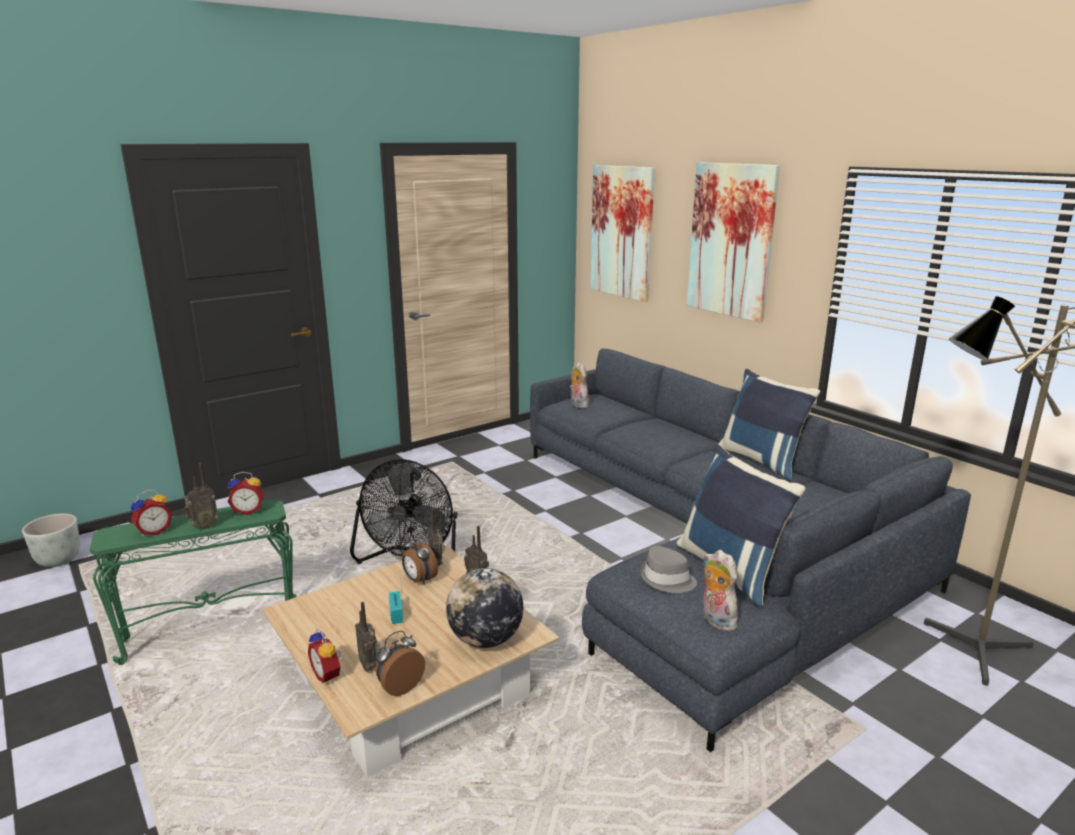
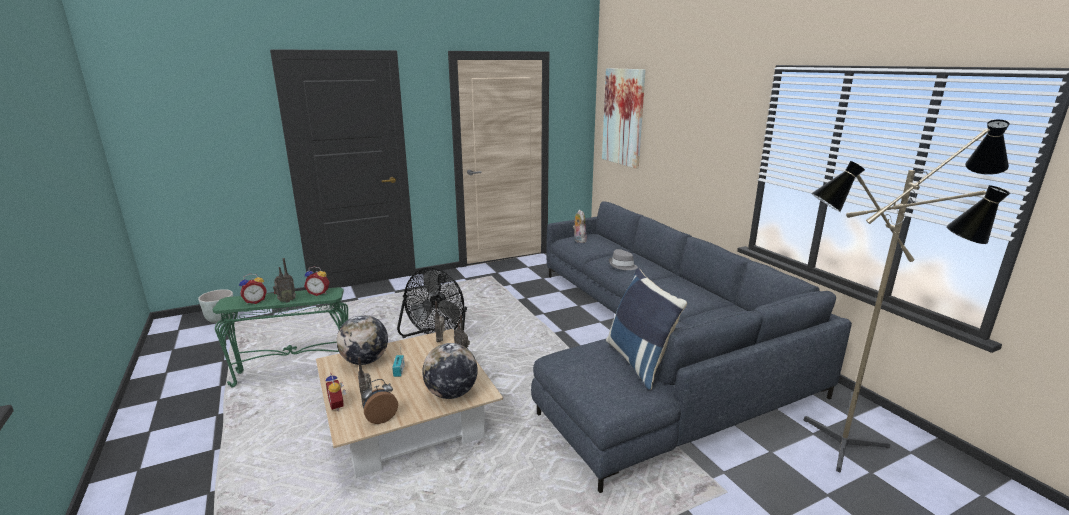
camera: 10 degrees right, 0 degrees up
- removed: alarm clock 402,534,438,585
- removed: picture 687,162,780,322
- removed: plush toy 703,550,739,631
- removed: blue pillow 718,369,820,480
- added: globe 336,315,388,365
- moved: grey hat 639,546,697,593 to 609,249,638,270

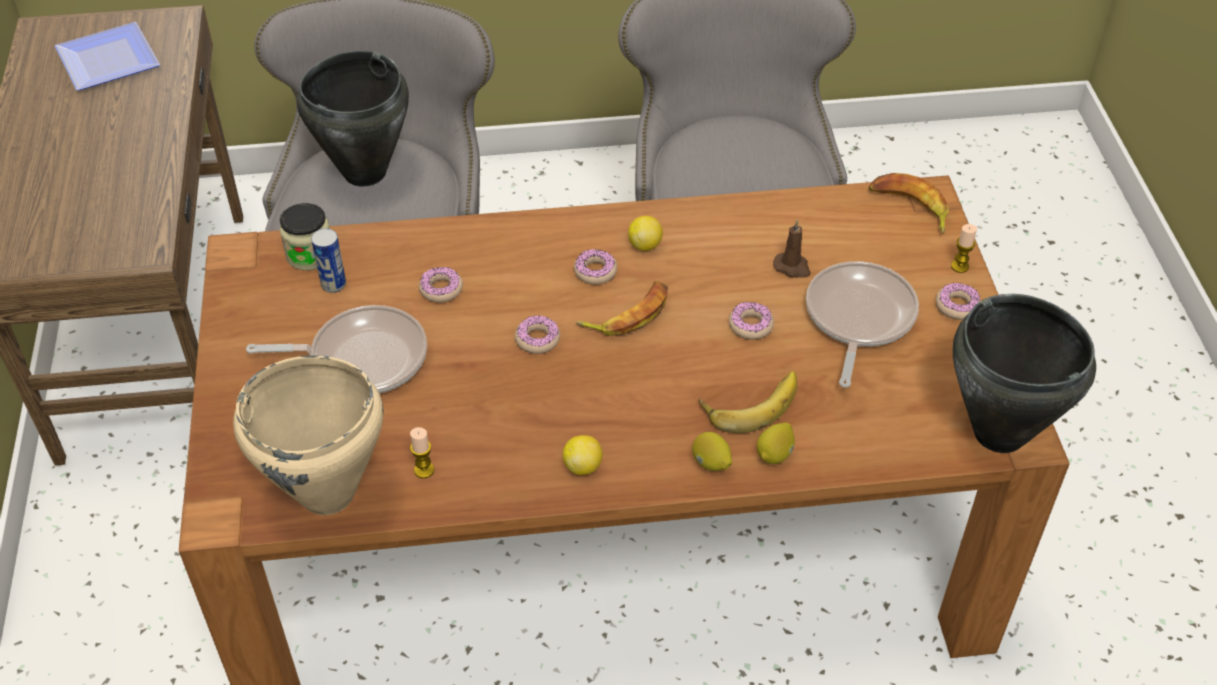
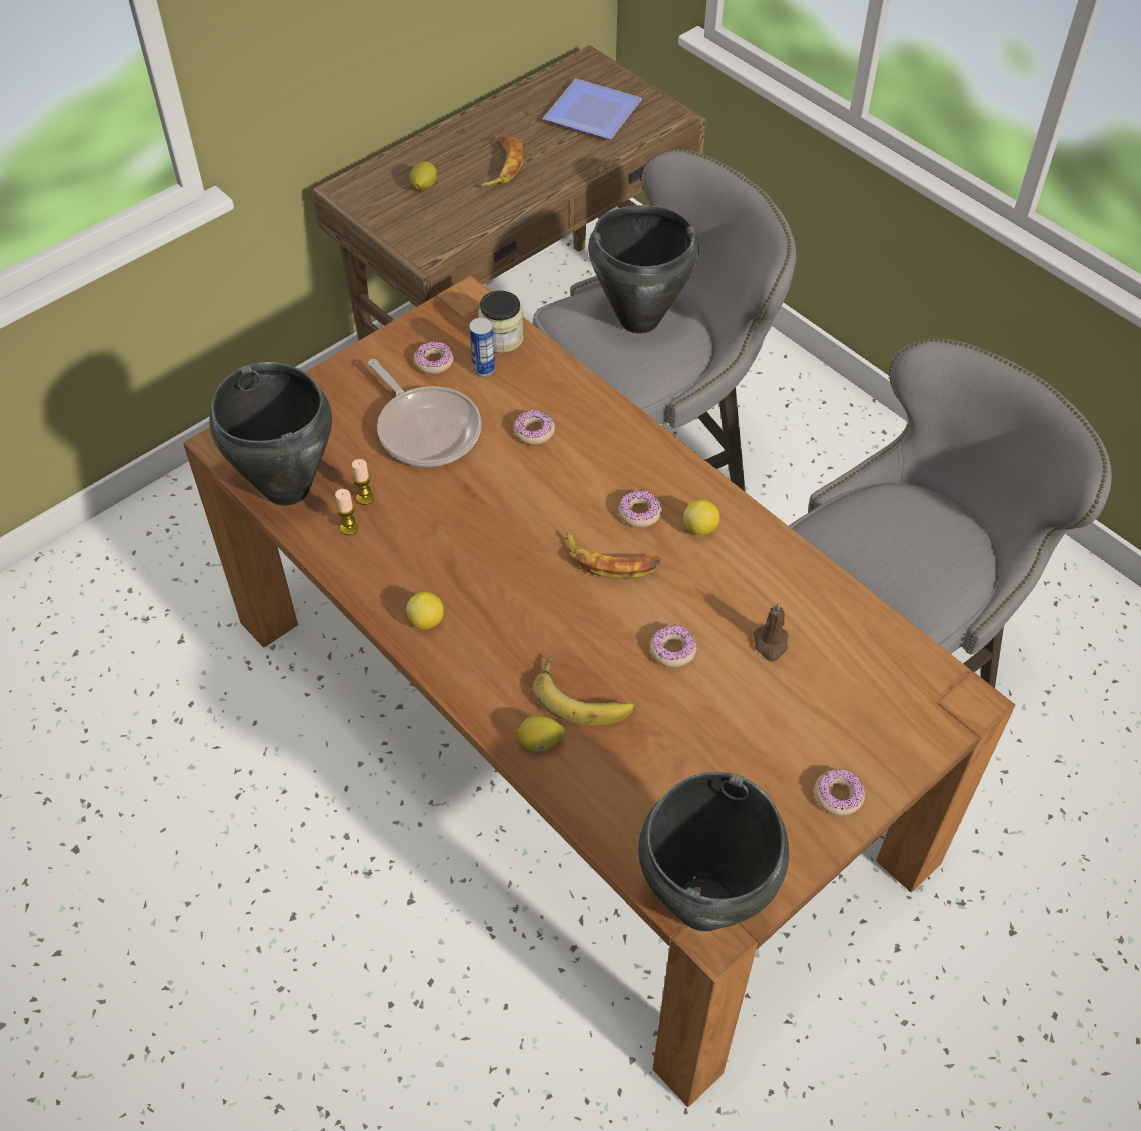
camera: 55 degrees right, 5 degrees up
- removed: frying pan 806,261,919,388
- moved: donut 515,316,560,354 to 414,342,453,374
- moved: lemon 692,432,732,471 to 410,161,437,190
- moved: banana 869,173,949,234 to 481,135,523,187
- moved: candle 951,224,977,273 to 352,459,374,505
- recoloured: beige cooking pot 233,355,383,515 to black cooking pot 209,362,332,505

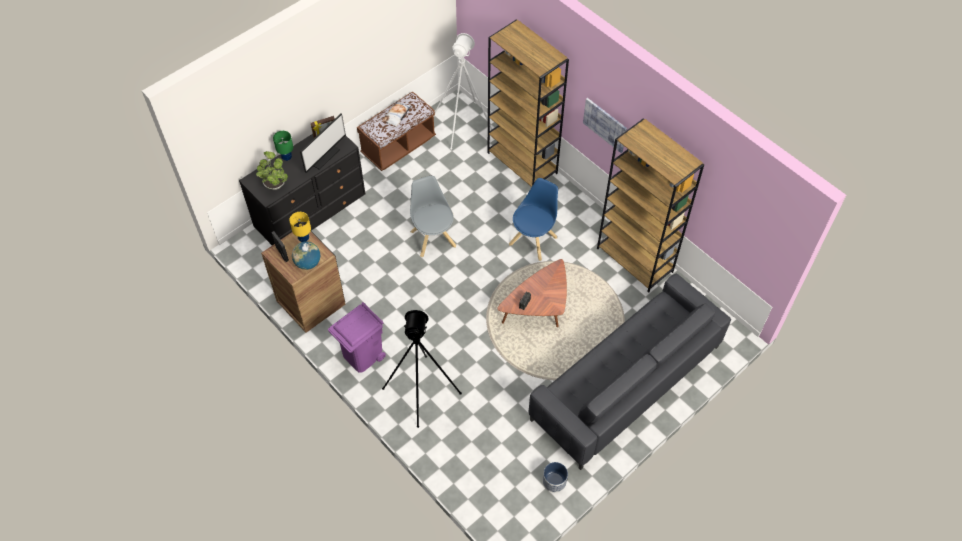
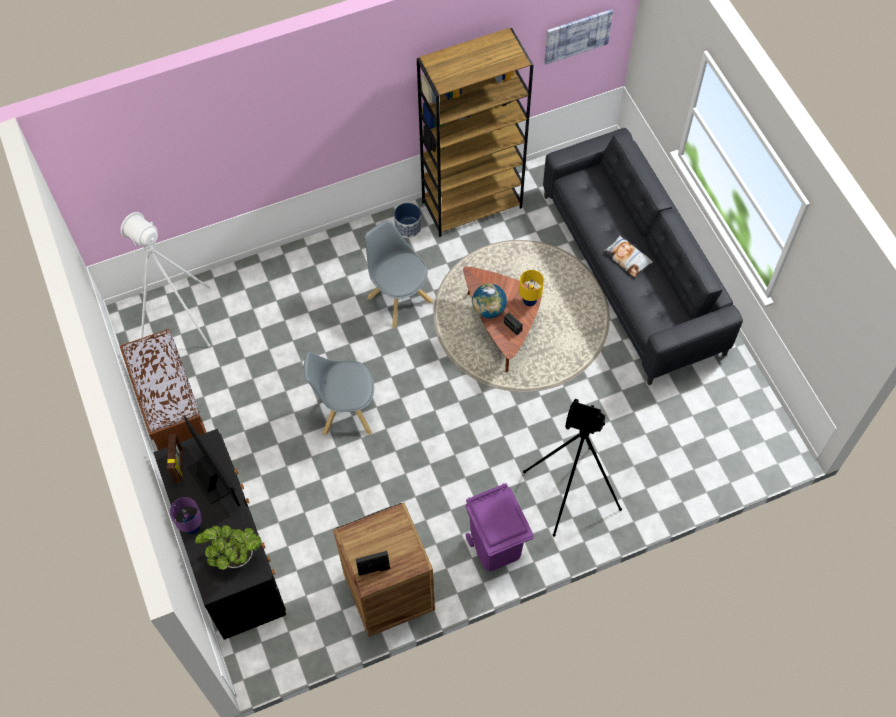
camera: 70 degrees left, 5 degrees up
- removed: brown bookcase 488,19,569,187
- moved: yellow table lamp 289,212,311,242 to 519,270,544,306
- moved: globe 292,242,320,270 to 472,283,507,318
- moved: pillow 382,101,412,127 to 603,235,653,277
- moved: planter 543,462,568,493 to 394,203,422,238
- moved: picture 583,98,627,153 to 544,9,613,64
- recoloured: green table lamp 273,131,293,161 to purple table lamp 170,497,202,534
- recoloured: blue chair 509,178,558,261 to grey chair 365,220,433,328

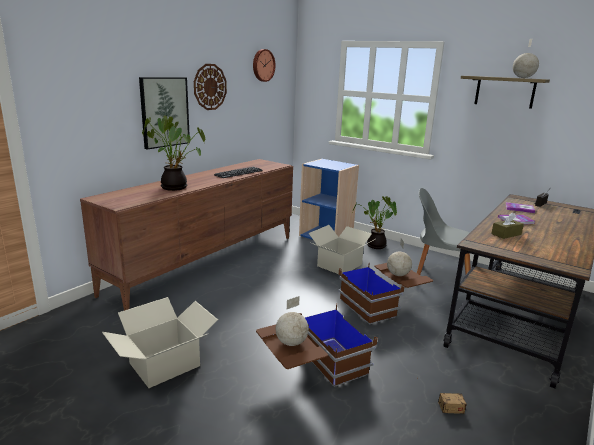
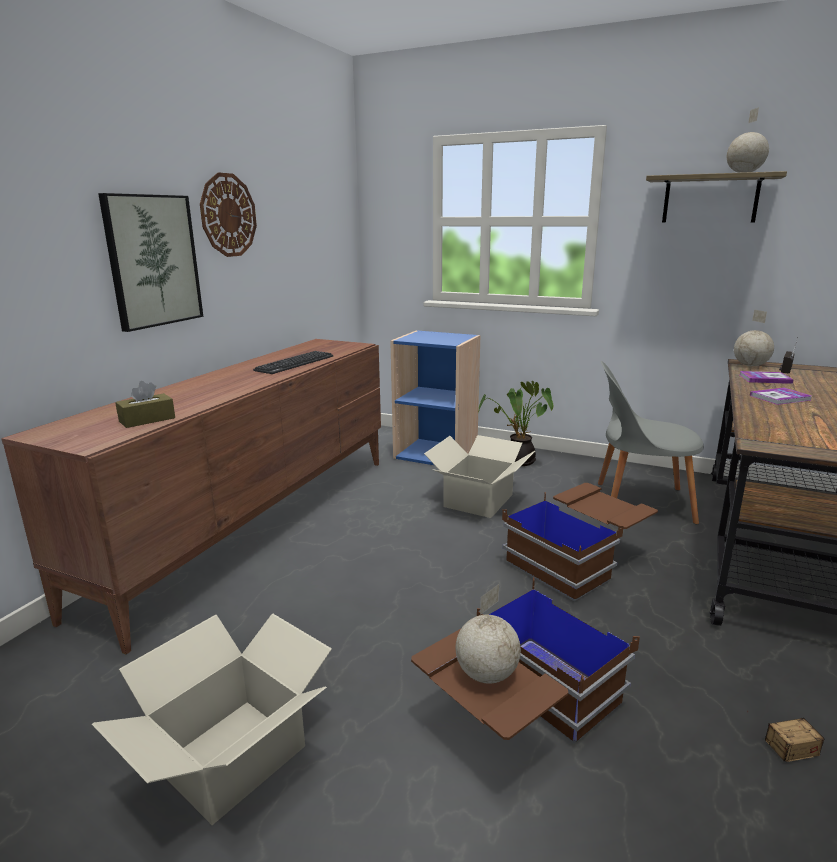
camera: 10 degrees left, 0 degrees up
- removed: potted plant 142,115,205,191
- removed: wall clock 253,49,275,82
- moved: globe 387,238,412,276 to 734,309,774,366
- moved: brown tissue box 491,213,524,239 to 115,381,175,428

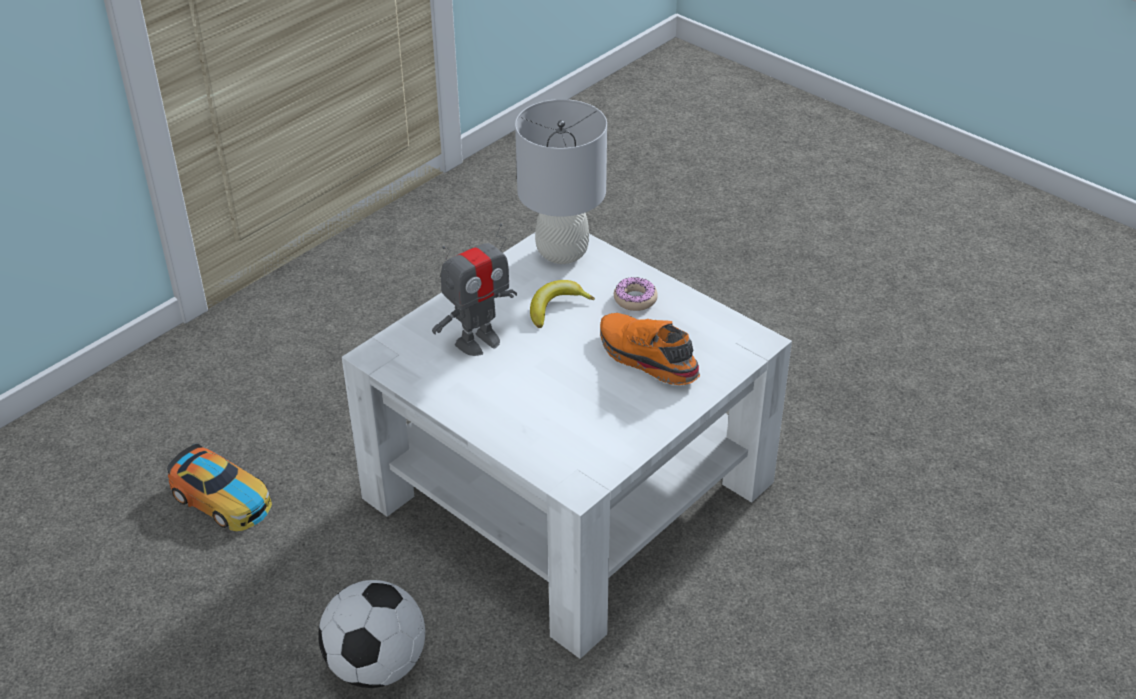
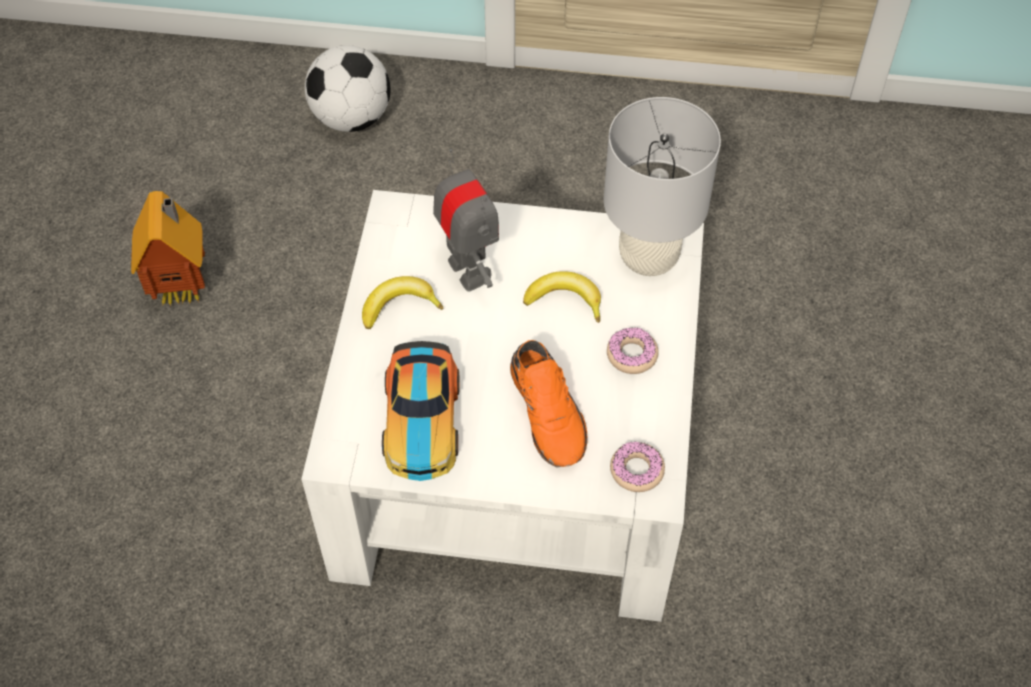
camera: 55 degrees right, 15 degrees up
- added: toy house 131,191,205,307
- added: banana 362,276,443,329
- added: donut 610,441,665,492
- moved: toy car 167,444,272,531 to 382,341,460,481
- moved: football 318,580,425,688 to 305,45,391,132
- turned: toy robot 432,223,517,356 = 433,149,499,292 135 degrees counterclockwise
- turned: orange shoe 600,313,700,385 = 510,340,588,467 150 degrees clockwise

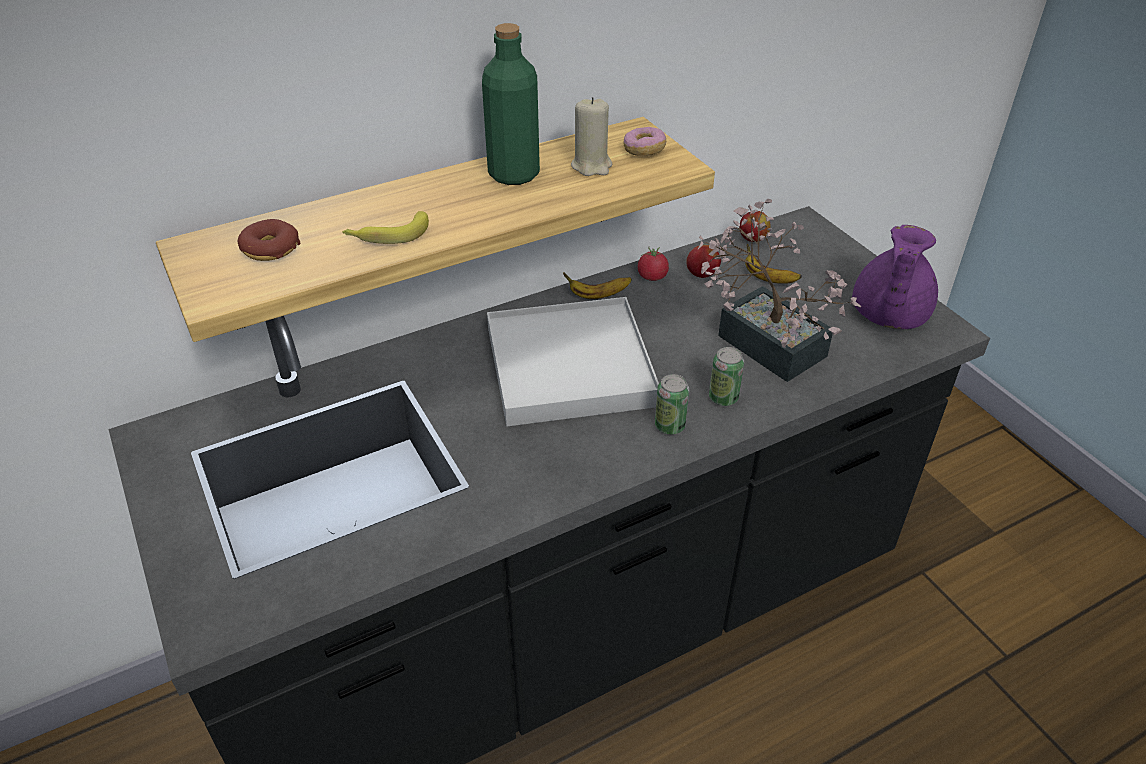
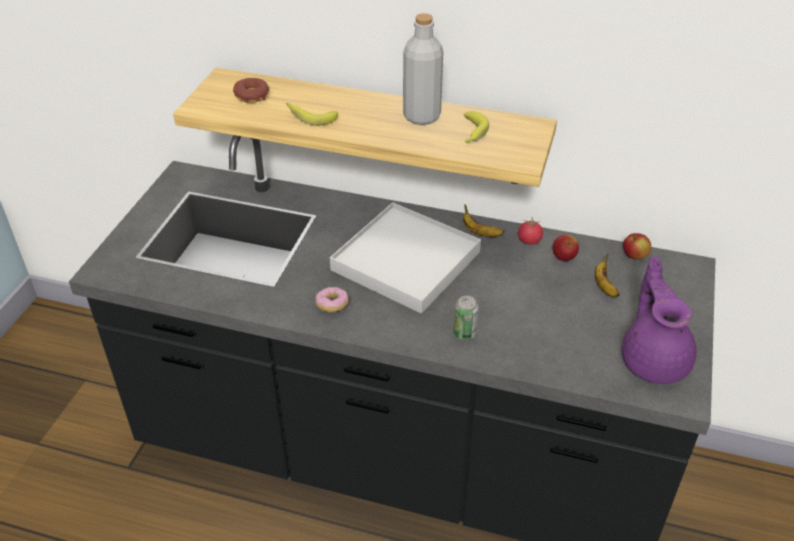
camera: 45 degrees right, 0 degrees up
- removed: can 655,374,689,435
- removed: potted plant 698,199,861,382
- moved: donut 624,127,666,156 to 315,287,349,312
- replaced: beige candle 571,97,612,176 to banana 463,111,489,143
- recoloured: green bottle 482,23,540,185 to grey bottle 403,13,444,125
- turned: purple teapot 852,225,938,329 = 622,256,697,384 105 degrees clockwise

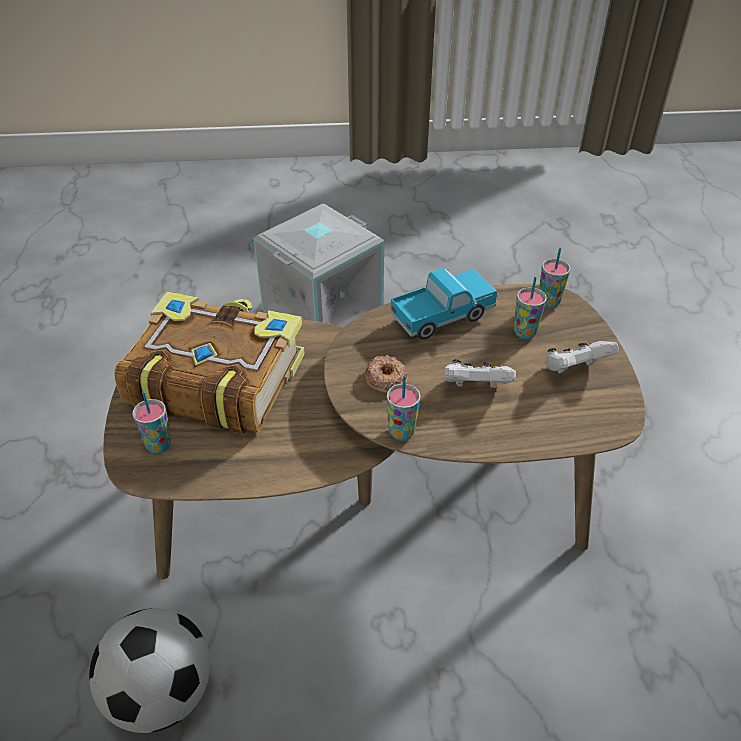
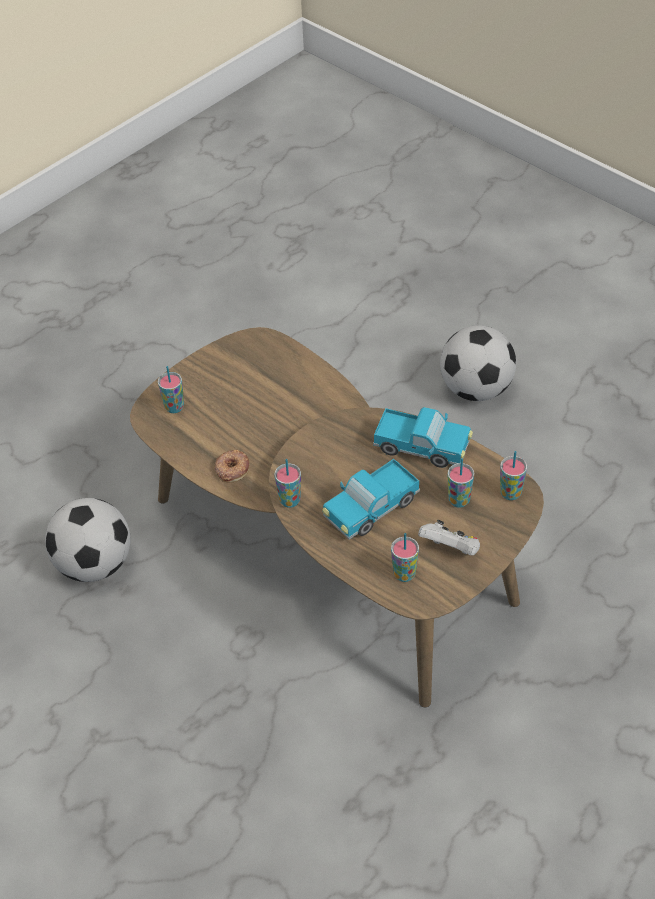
camera: 50 degrees right, 5 degrees up
- removed: book 114,292,305,434
- added: cup 391,533,419,582
- moved: donut 364,355,407,393 to 215,450,250,483
- replaced: grey storage box 253,203,384,327 to football 440,325,516,401
- replaced: white game controller 443,359,516,388 to toy truck 322,459,420,540

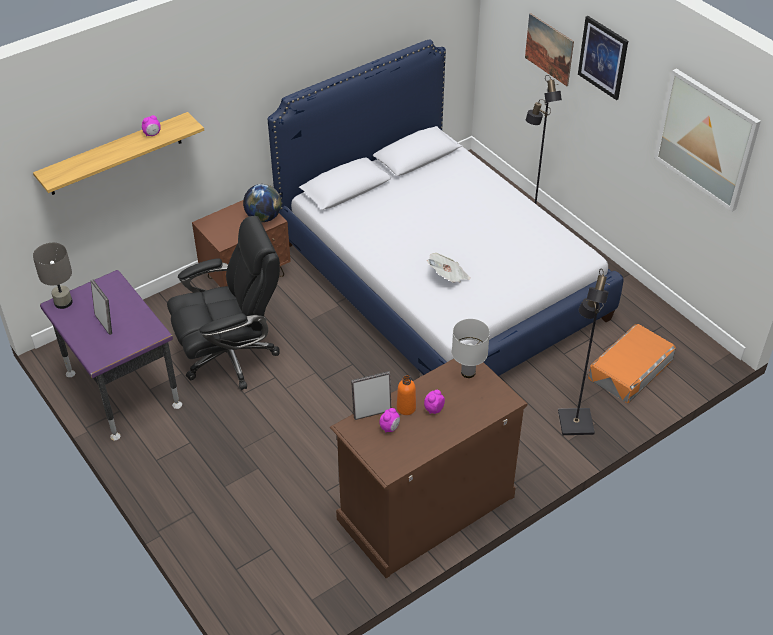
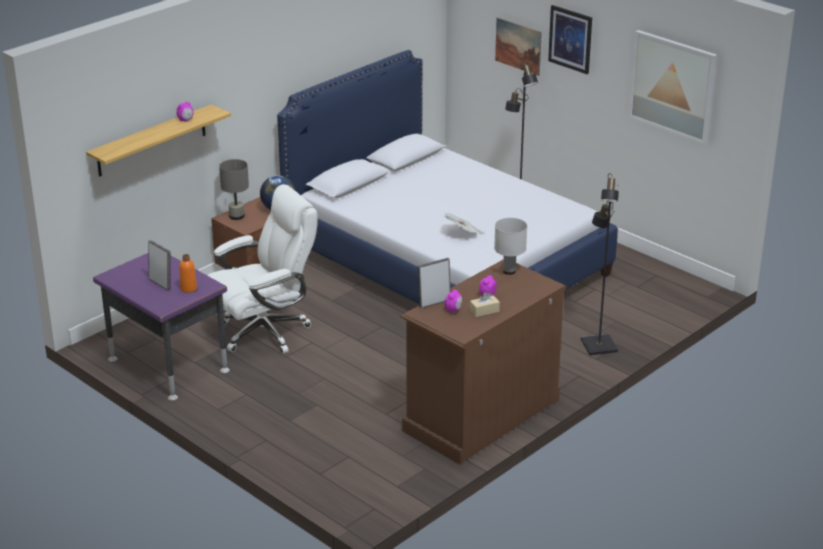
camera: 10 degrees left, 15 degrees down
- removed: orange storage box 588,324,676,403
- added: beige tissue box 470,292,500,317
- moved: grey table lamp 33,243,73,309 to 219,159,249,220
- moved: orange bottle 397,375,416,415 to 179,254,197,293
- recoloured: black office chair 167,216,280,390 to white office chair 207,184,318,354

